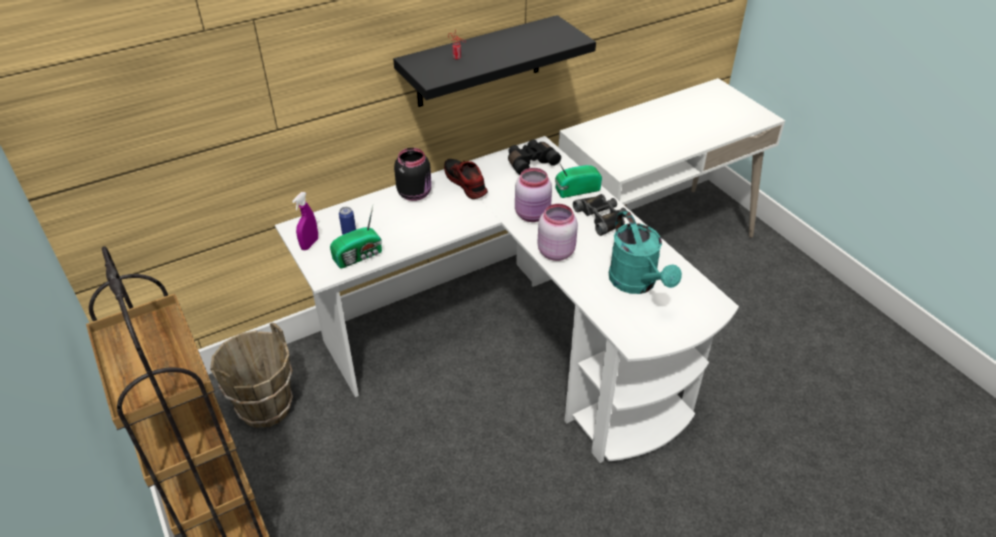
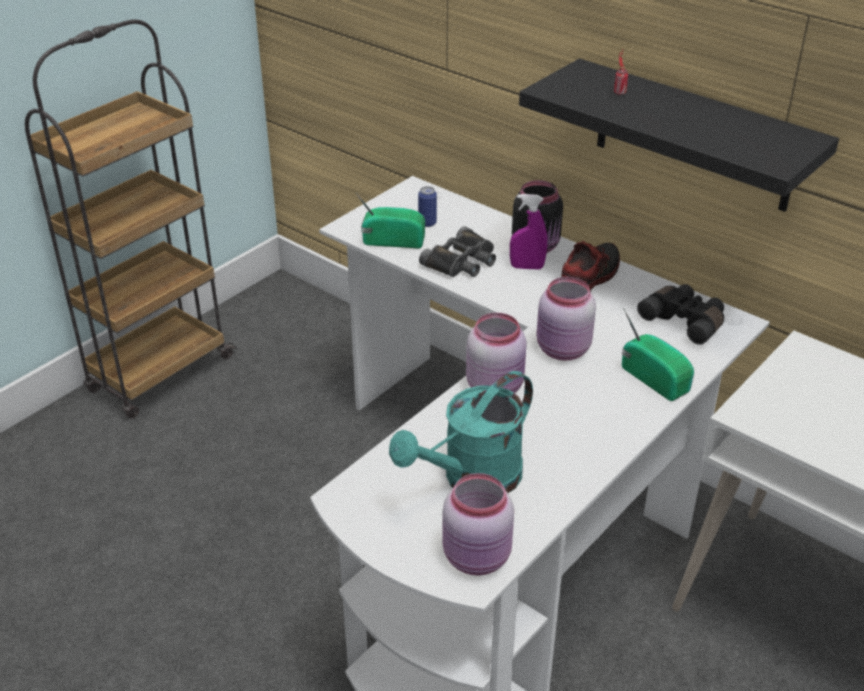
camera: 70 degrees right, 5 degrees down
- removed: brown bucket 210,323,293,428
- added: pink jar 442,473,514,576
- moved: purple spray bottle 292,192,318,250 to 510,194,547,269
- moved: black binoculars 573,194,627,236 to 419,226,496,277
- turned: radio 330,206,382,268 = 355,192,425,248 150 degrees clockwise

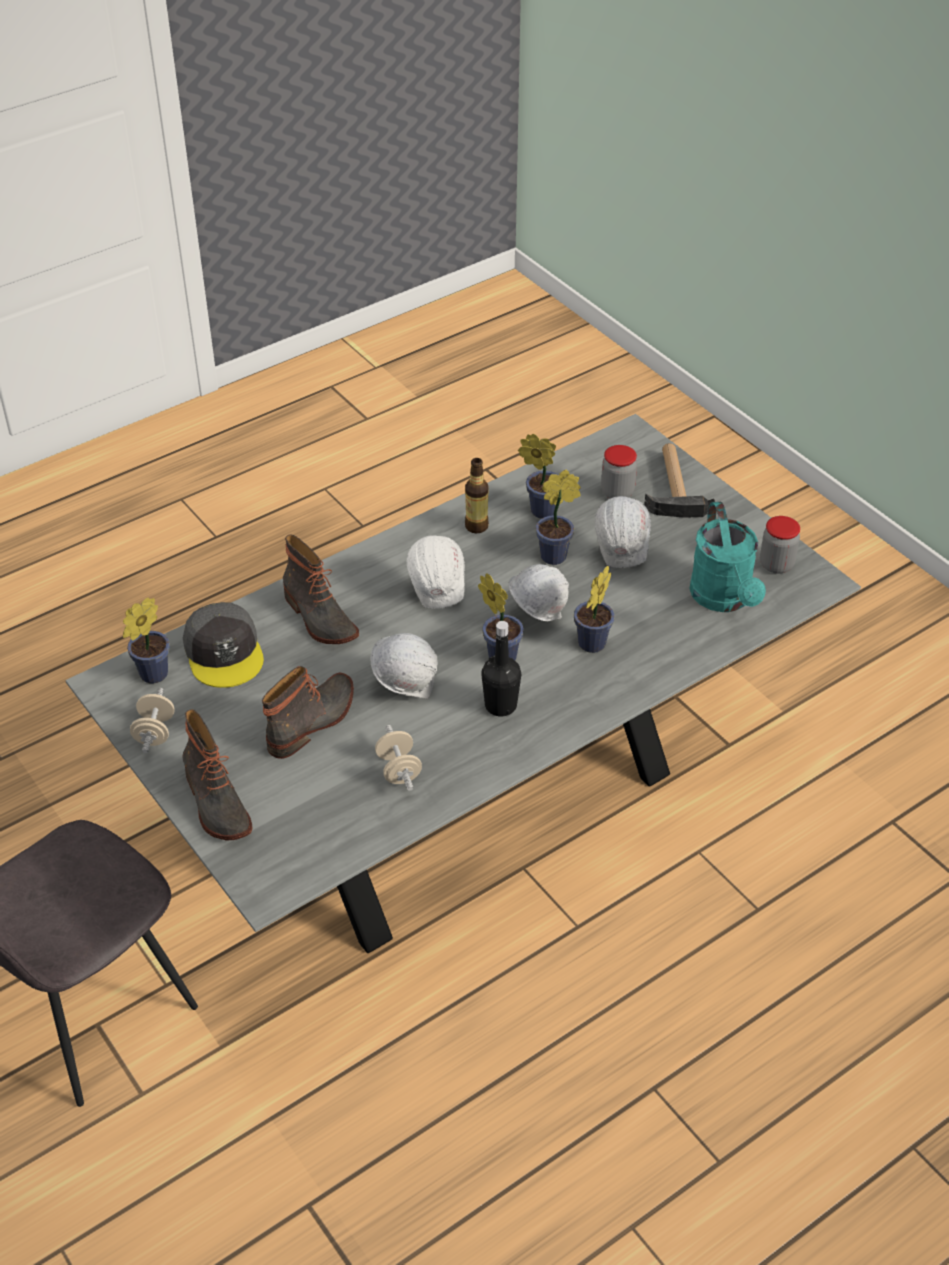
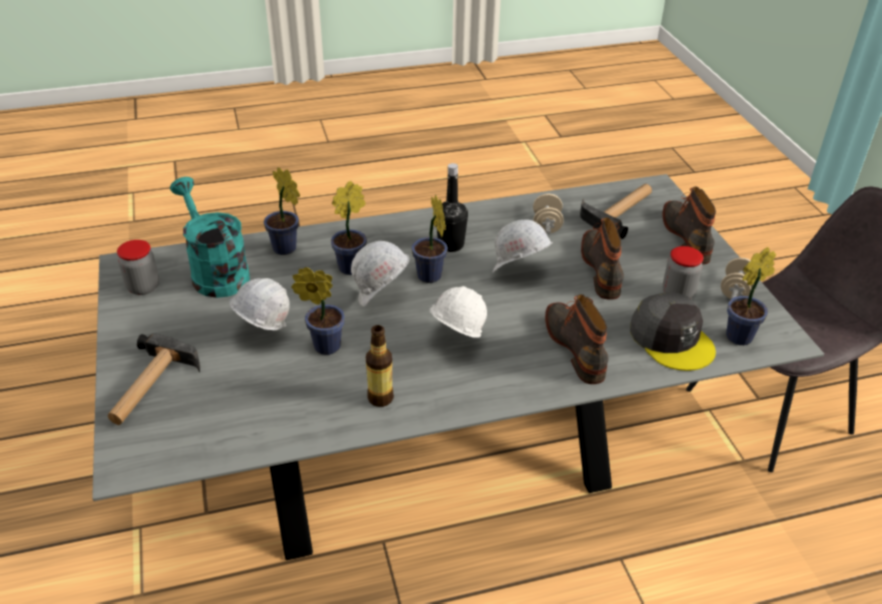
camera: 160 degrees left, 5 degrees down
- added: hammer 580,184,652,239
- moved: potted plant 518,434,558,519 to 264,167,300,255
- moved: jar 601,445,637,498 to 663,246,704,299
- turned: grey cap 183,602,264,688 = 630,292,716,371 150 degrees clockwise
- turned: boot 262,666,354,759 = 581,217,624,300 120 degrees clockwise
- turned: turquoise watering can 689,502,766,612 = 170,177,250,298 45 degrees counterclockwise

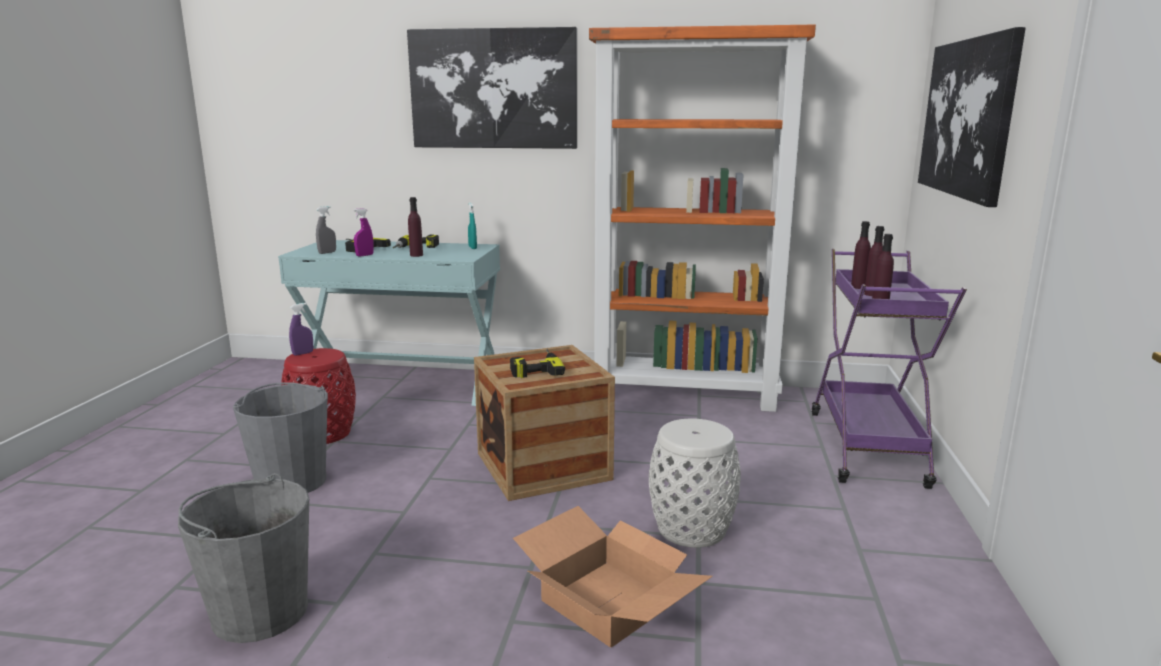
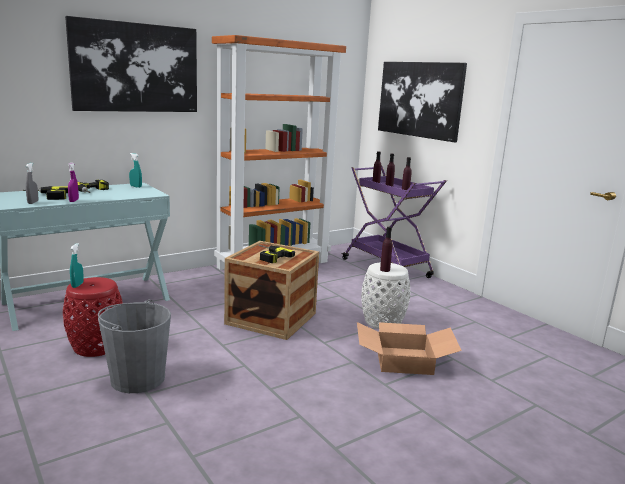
camera: 45 degrees left, 0 degrees up
- removed: grey bucket 178,473,309,643
- moved: purple bottle 408,197,423,257 to 380,227,393,272
- recoloured: purple spray bottle 289,303,313,356 to turquoise spray bottle 70,243,84,288

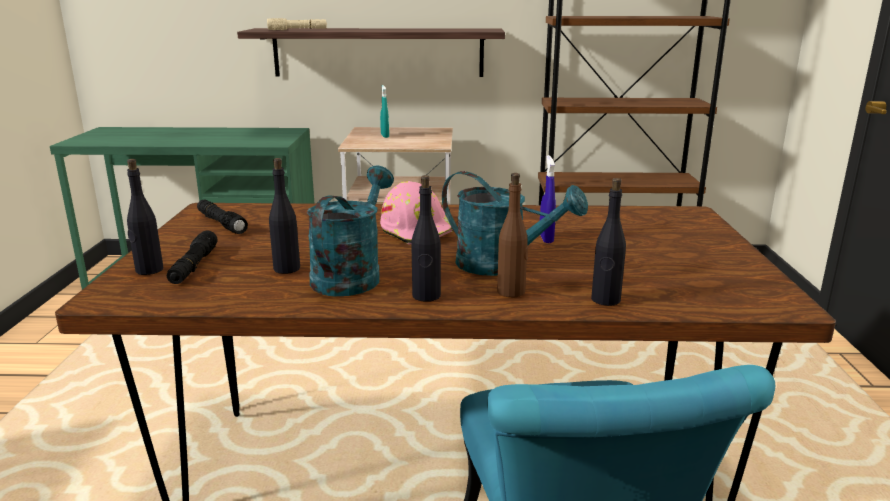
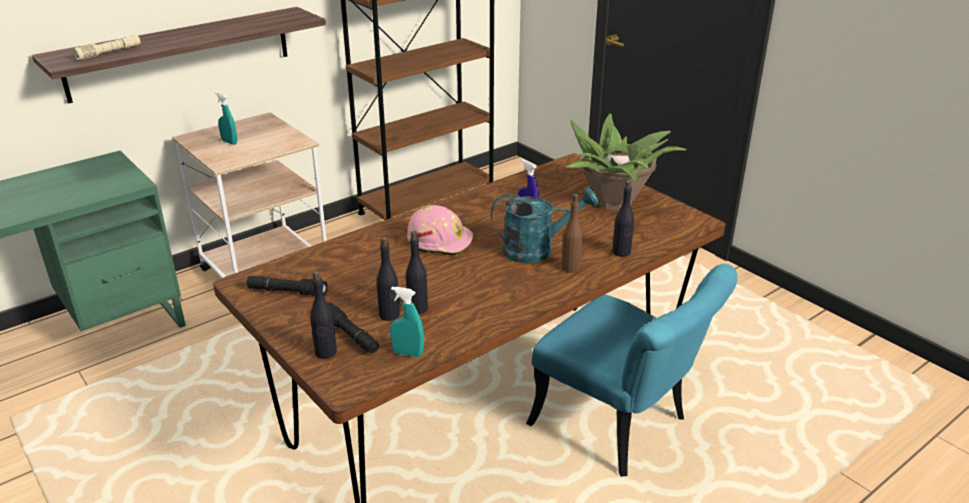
camera: 40 degrees left, 10 degrees up
- removed: turquoise watering can 307,166,394,296
- added: turquoise spray bottle 390,287,424,357
- added: potted plant 565,114,687,210
- moved: black bottle 411,175,441,302 to 376,237,400,321

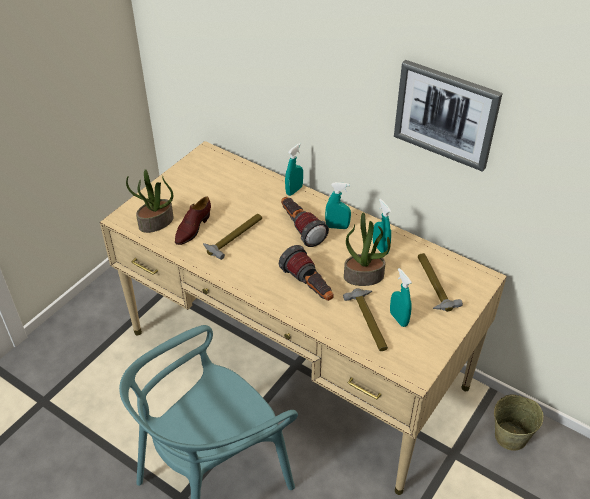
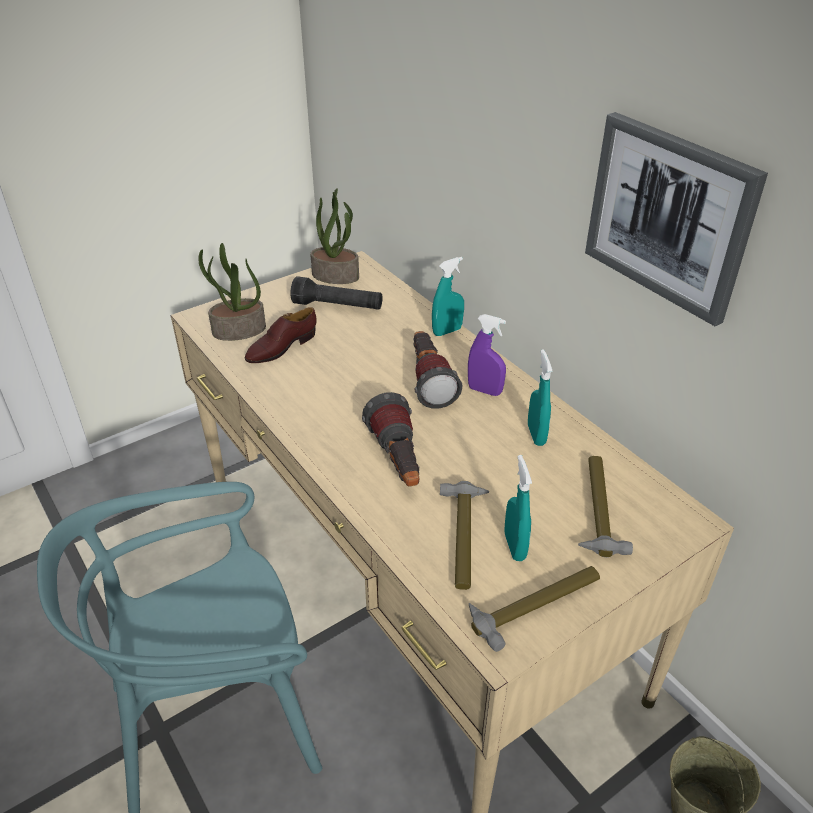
camera: 20 degrees right, 5 degrees down
- added: black flashlight 290,276,383,310
- moved: hammer 203,214,262,260 to 469,566,600,652
- moved: potted plant 344,212,391,286 to 310,188,359,284
- recoloured: turquoise spray bottle 325,182,351,229 to purple spray bottle 468,314,506,396

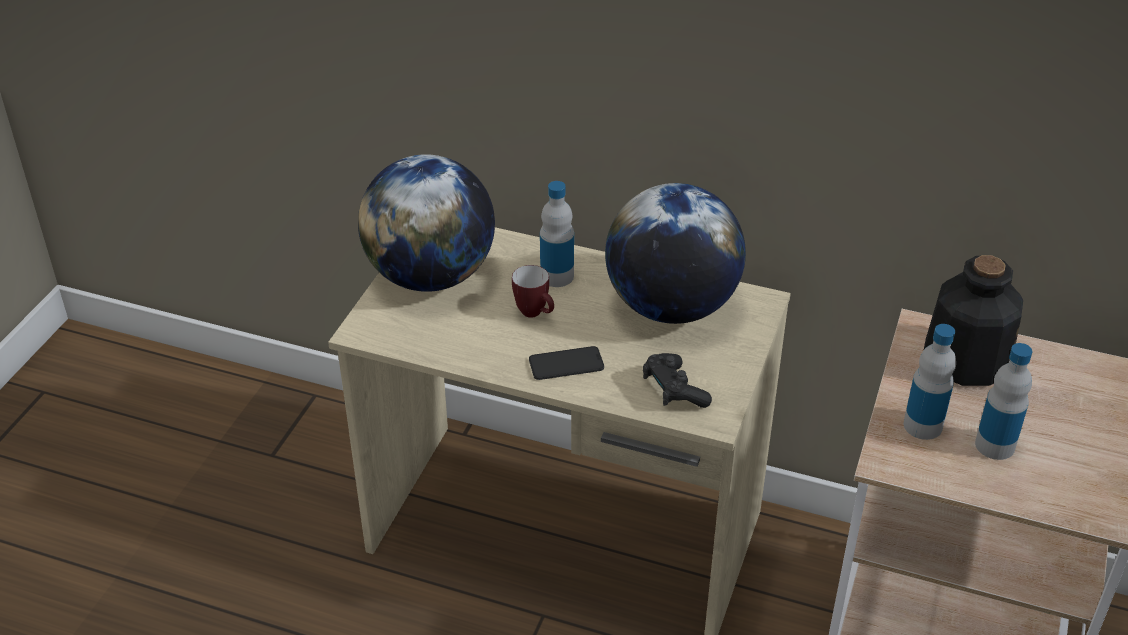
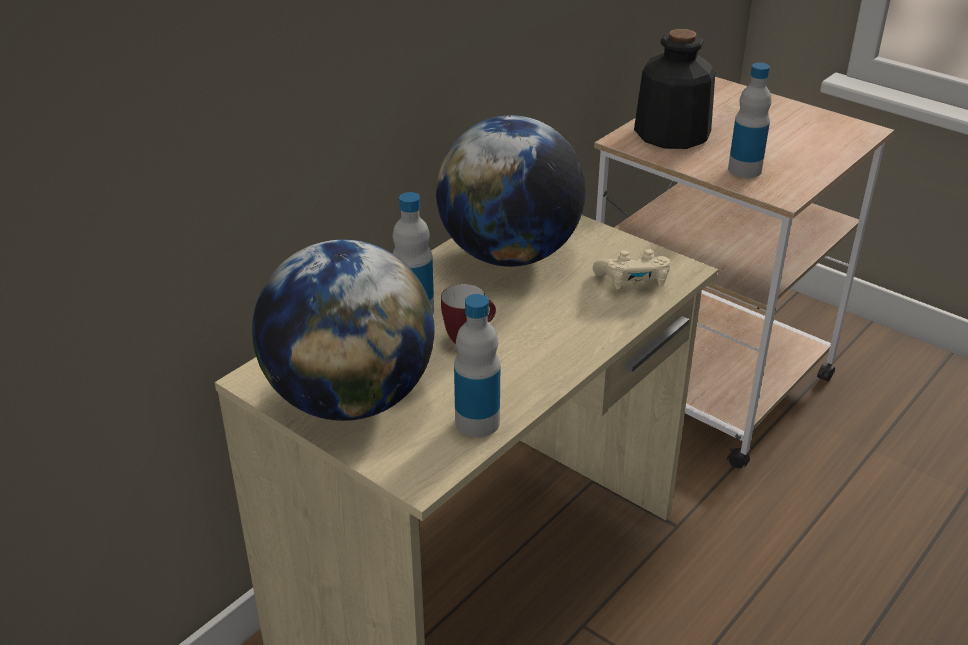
camera: 70 degrees left, 5 degrees down
- removed: phone 529,346,604,380
- moved: bottle 975,343,1032,460 to 454,294,500,437
- recoloured: black game controller 643,353,712,408 to beige game controller 593,249,671,290

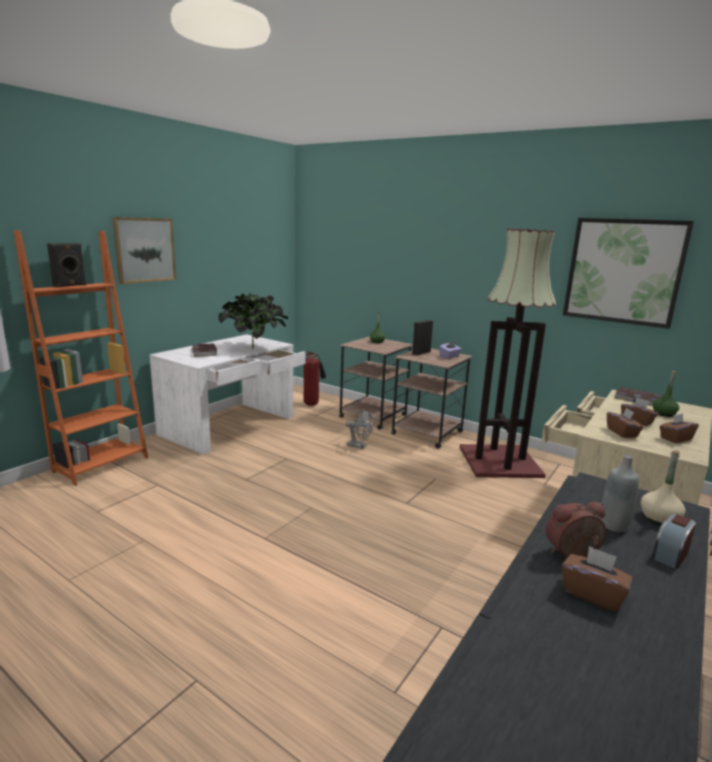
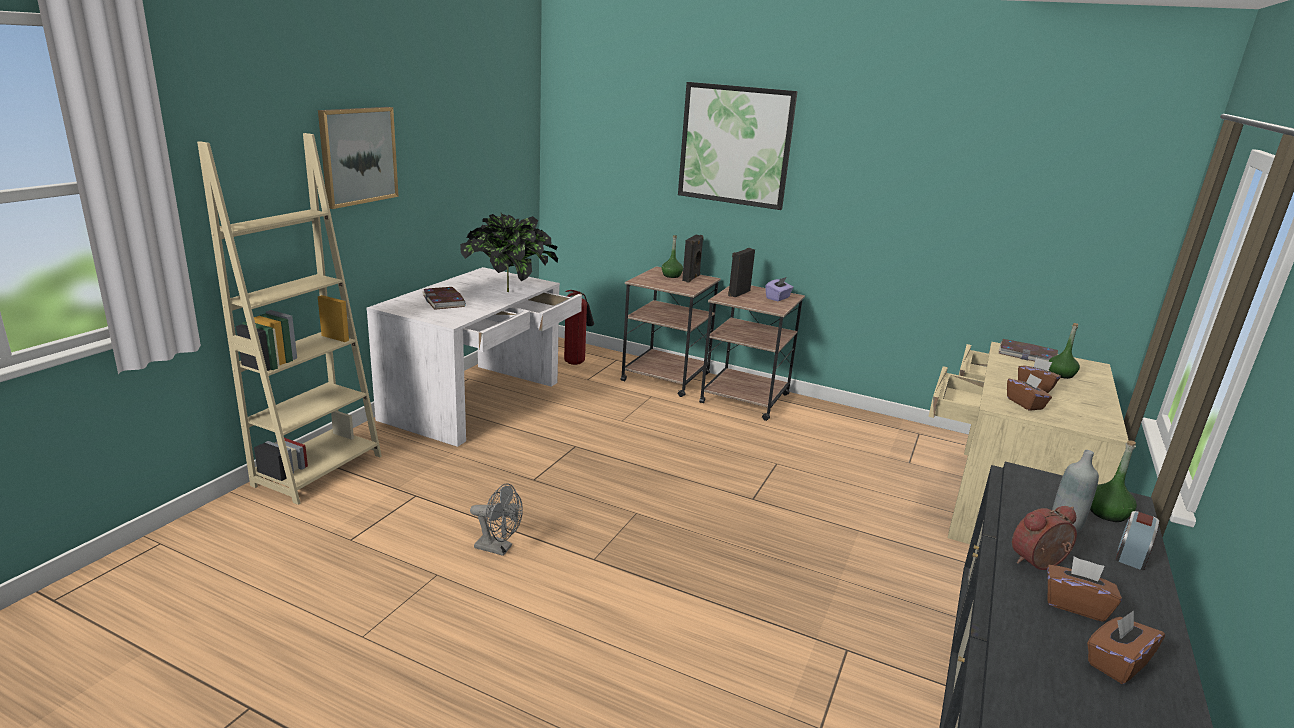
camera: 10 degrees left, 5 degrees up
- removed: floor lamp 460,229,556,478
- moved: black speaker 47,243,86,288 to 682,235,704,283
- moved: grey fan 346,409,373,449 to 470,483,523,556
- moved: picture 563,218,694,329 to 678,82,798,210
- moved: brown tissue box 659,413,699,443 to 1087,610,1165,684
- recoloured: orange bookcase 14,230,148,486 to beige bookcase 197,133,382,505
- recoloured: beige bottle 641,450,685,525 to green bottle 1090,441,1137,522

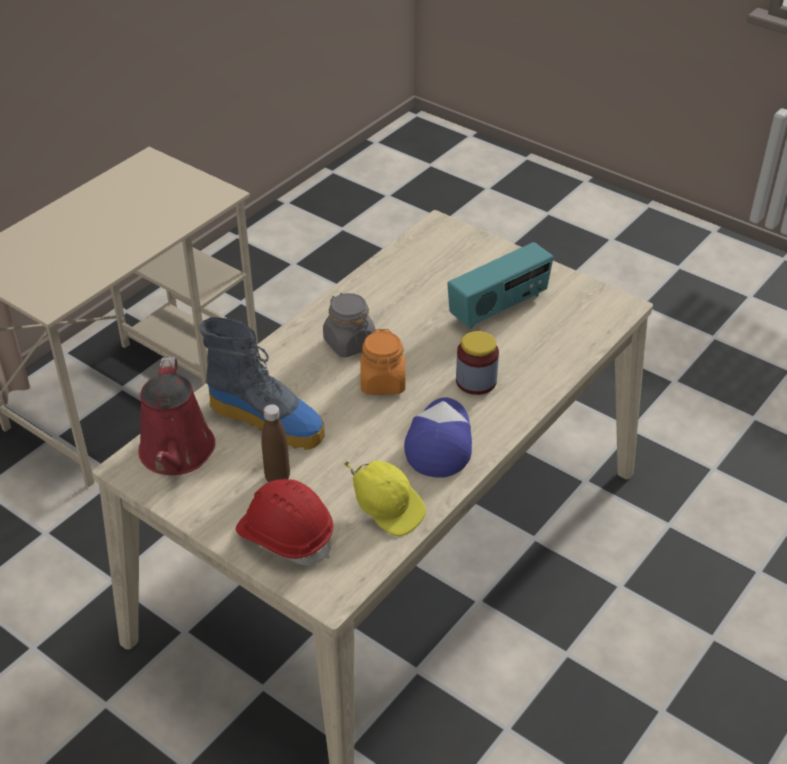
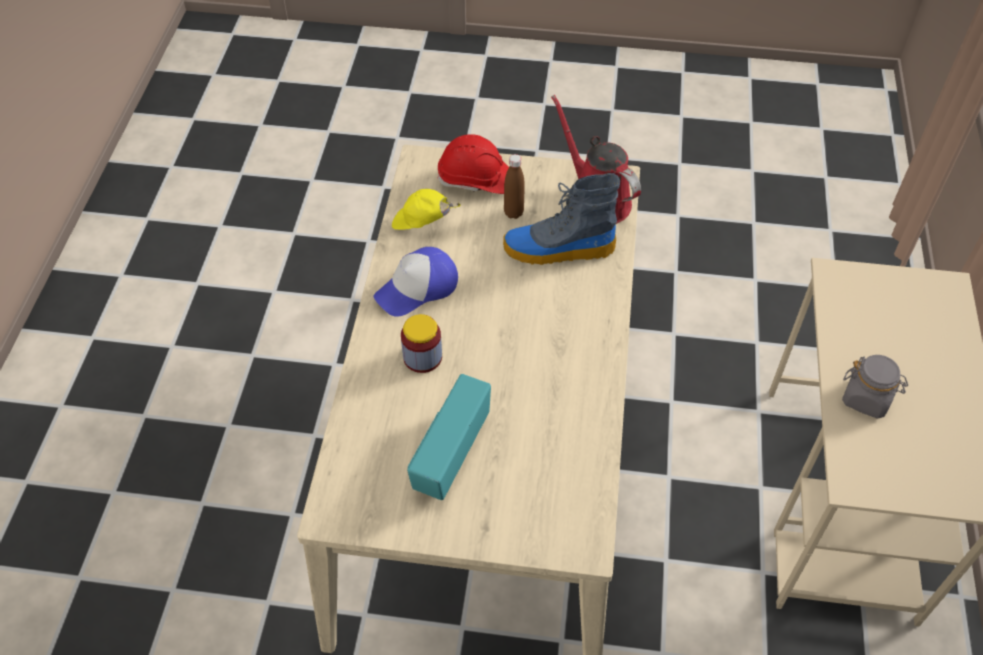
camera: 150 degrees right, 10 degrees up
- removed: orange jar 360,329,406,395
- moved: grey jar 323,293,375,357 to 842,355,908,419
- turned: cap 404,397,472,478 = 373,247,458,317 75 degrees clockwise

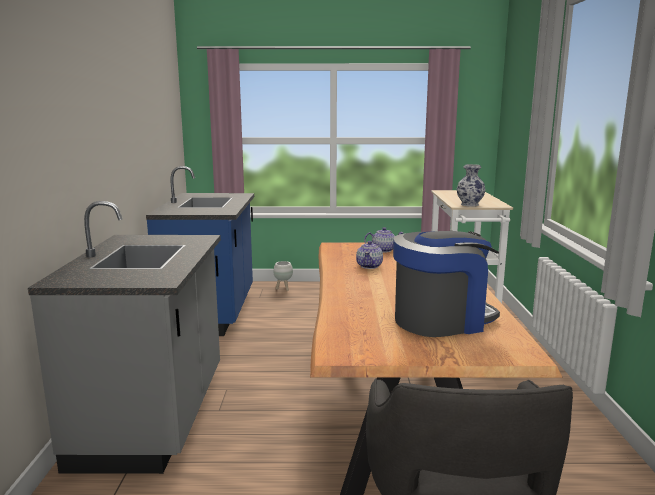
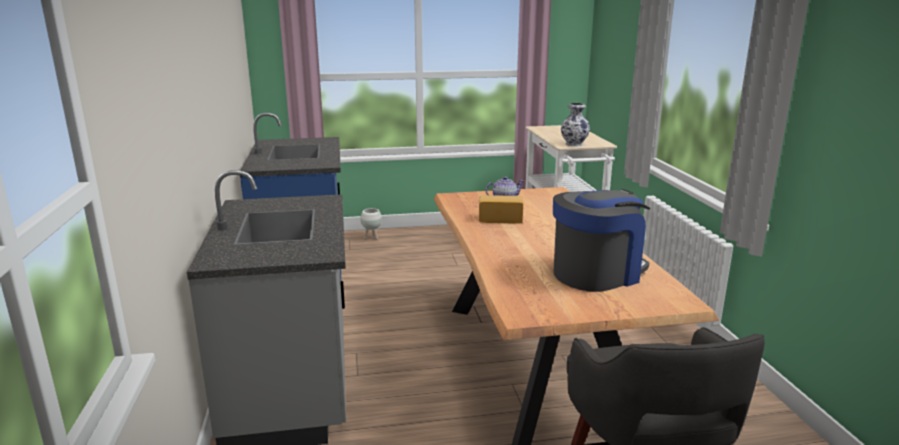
camera: 10 degrees left, 5 degrees up
- replaced: teapot 356,241,383,269 to bread 479,195,523,224

